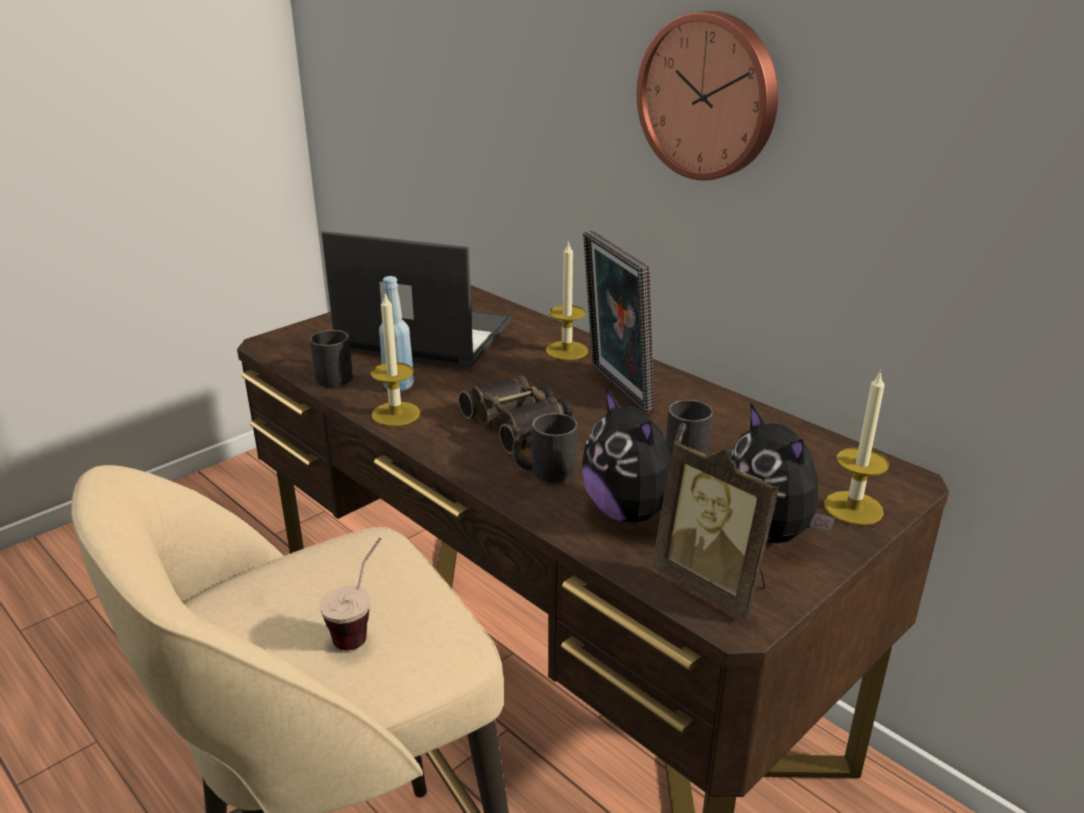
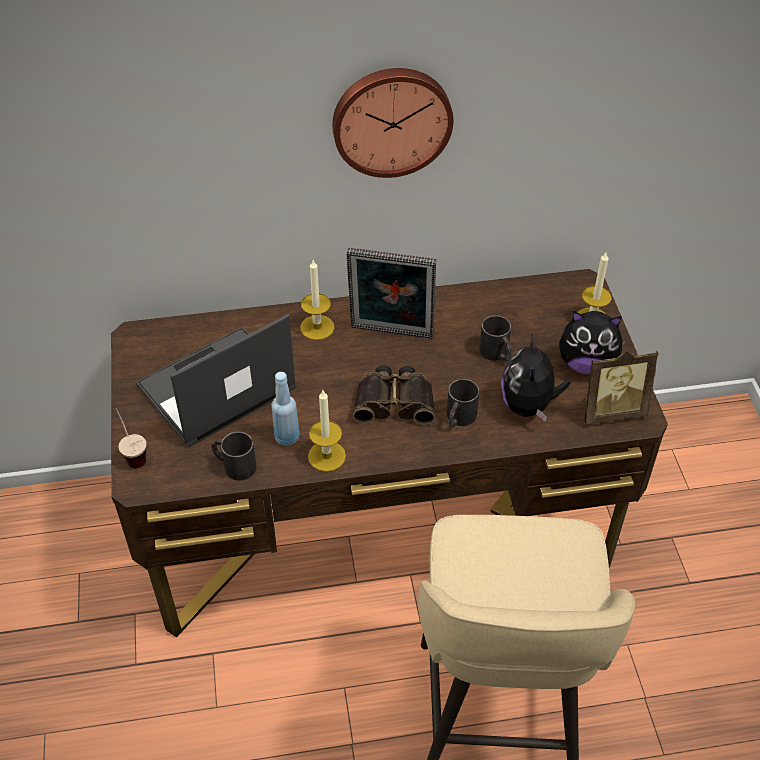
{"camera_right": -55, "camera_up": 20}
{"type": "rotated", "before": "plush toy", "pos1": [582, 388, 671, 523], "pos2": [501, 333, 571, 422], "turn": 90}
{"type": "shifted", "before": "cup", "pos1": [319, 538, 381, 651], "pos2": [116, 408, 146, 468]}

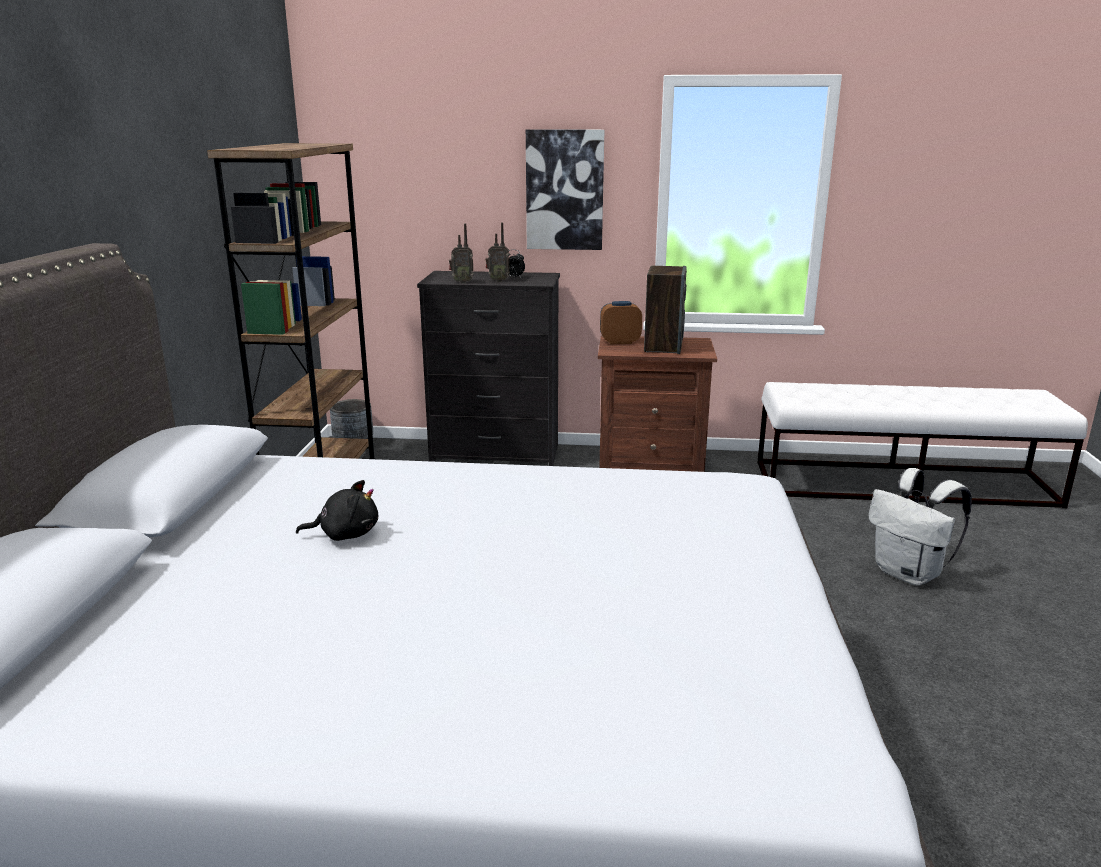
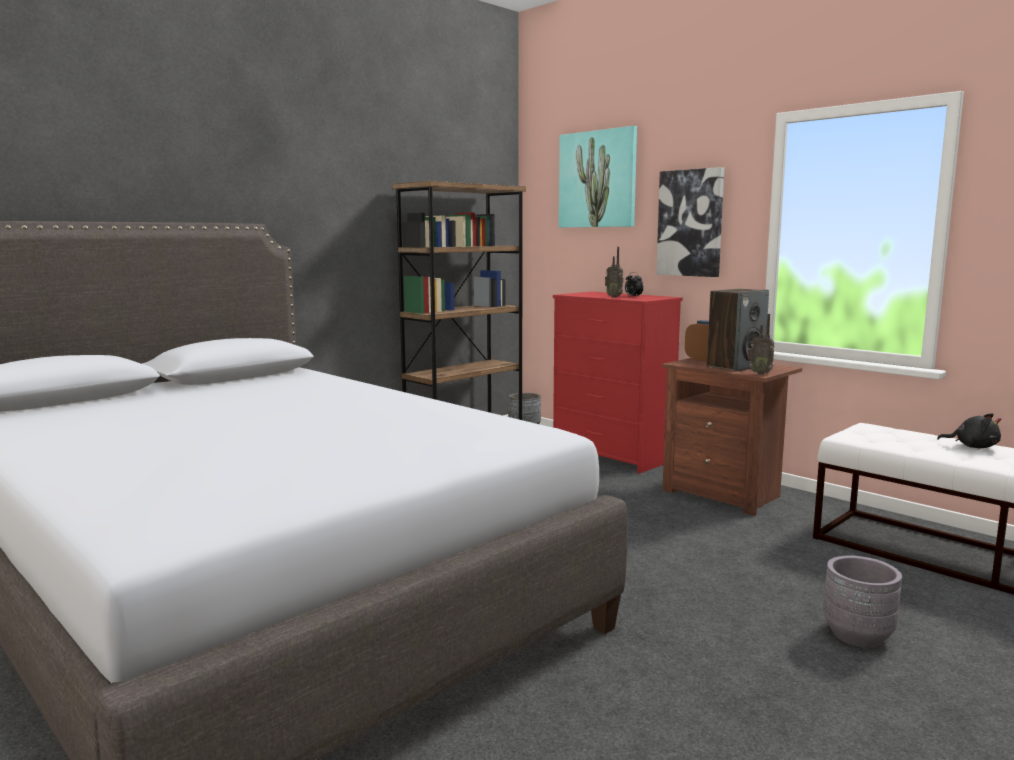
{"camera_right": 40, "camera_up": -10}
{"type": "shifted", "before": "radio", "pos1": [449, 224, 474, 284], "pos2": [748, 314, 775, 375]}
{"type": "repainted", "before": "dresser (black)", "after": "dresser (red)", "pos1": [417, 271, 560, 466], "pos2": [553, 292, 683, 474]}
{"type": "swapped", "before": "backpack (white)", "after": "planter (grey)", "pos1": [868, 468, 972, 586], "pos2": [823, 555, 902, 647]}
{"type": "shifted", "before": "plush toy (black)", "pos1": [296, 480, 378, 541], "pos2": [937, 413, 1001, 448]}
{"type": "new", "after": "picture", "pos2": [559, 126, 637, 227]}

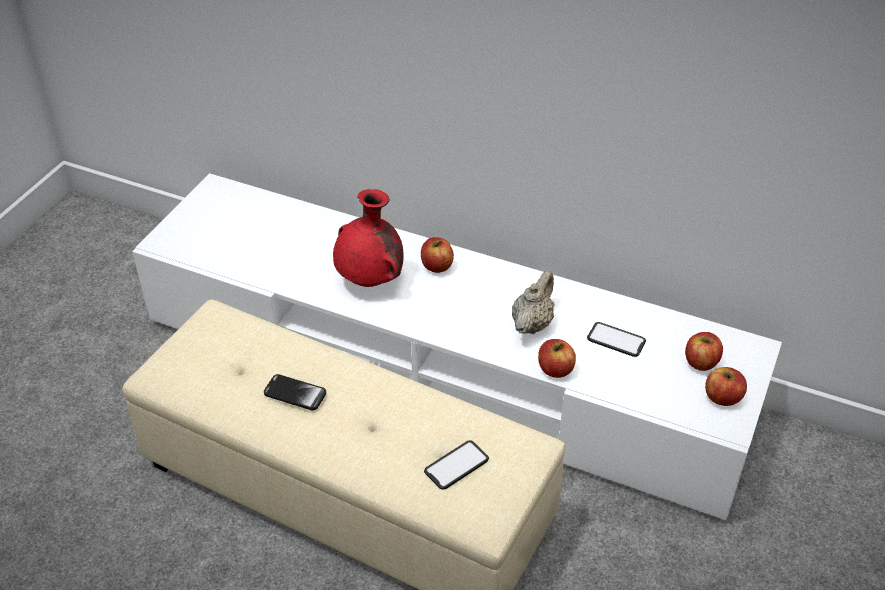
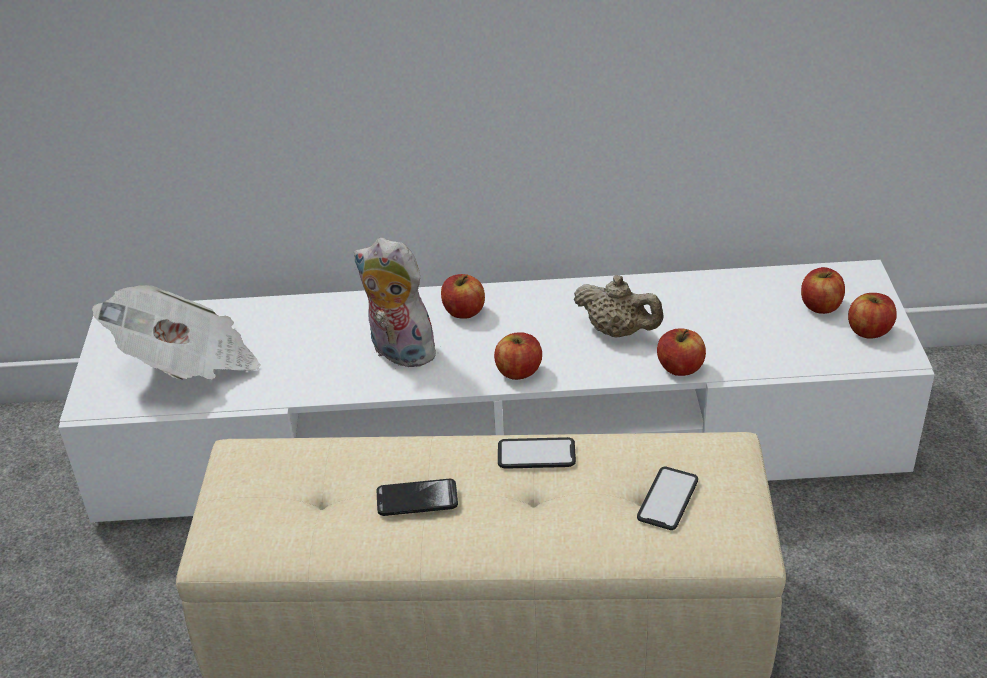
{"camera_right": -25, "camera_up": -5}
{"type": "swapped", "before": "vase (red)", "after": "plush toy", "pos1": [333, 189, 404, 287], "pos2": [354, 238, 444, 369]}
{"type": "rotated", "before": "teapot (beige)", "pos1": [512, 271, 555, 334], "pos2": [573, 275, 663, 337], "turn": 120}
{"type": "shifted", "before": "phone", "pos1": [587, 322, 646, 357], "pos2": [498, 437, 576, 469]}
{"type": "new", "after": "newspaper", "pos2": [92, 285, 261, 380]}
{"type": "new", "after": "apple", "pos2": [494, 333, 542, 380]}

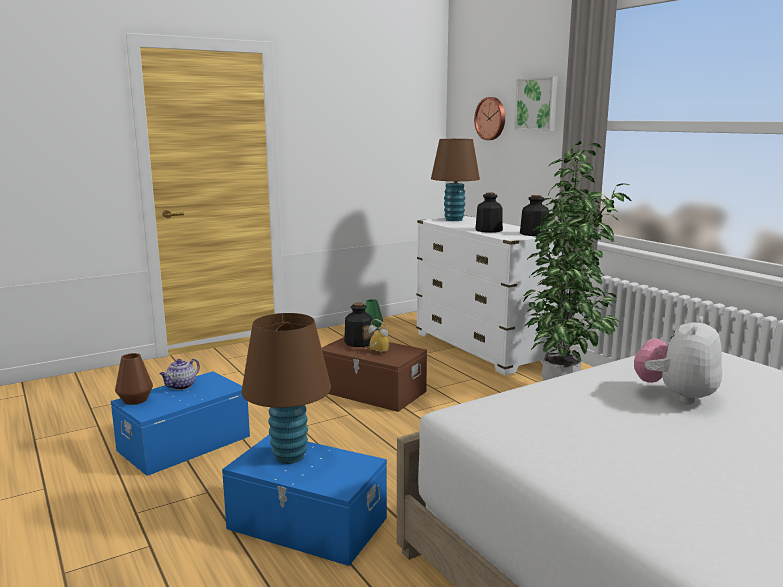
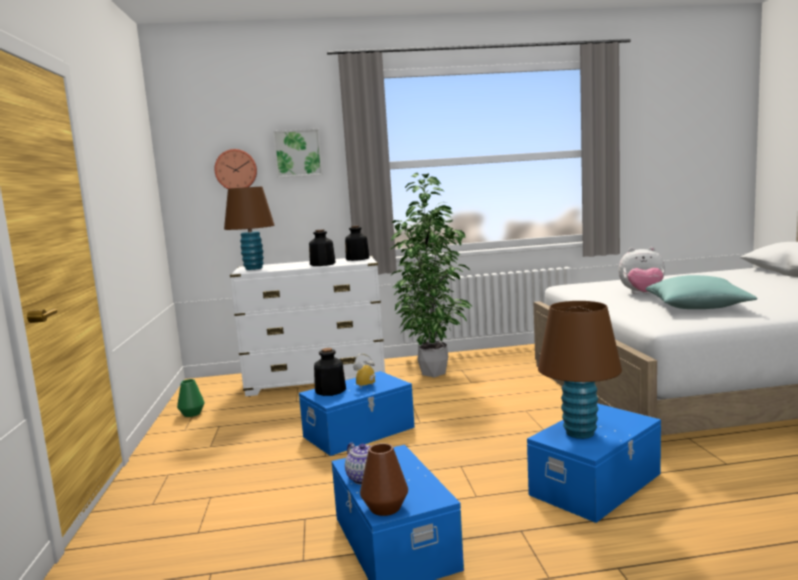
{"camera_right": -65, "camera_up": -5}
{"type": "rotated", "before": "plush toy", "pos1": [634, 316, 722, 404], "pos2": [618, 247, 665, 294], "turn": -45}
{"type": "repainted", "before": "storage box (brown)", "after": "storage box (blue)", "pos1": [322, 337, 427, 412], "pos2": [299, 371, 415, 456]}
{"type": "new", "after": "pillow (turquoise)", "pos2": [645, 275, 757, 309]}

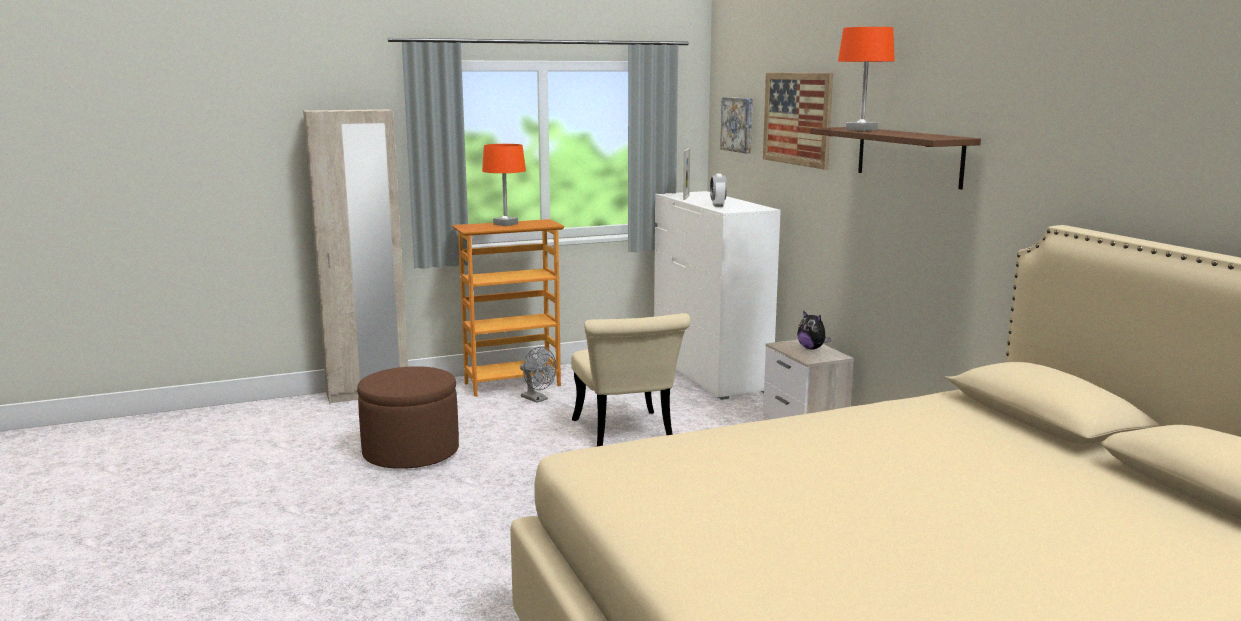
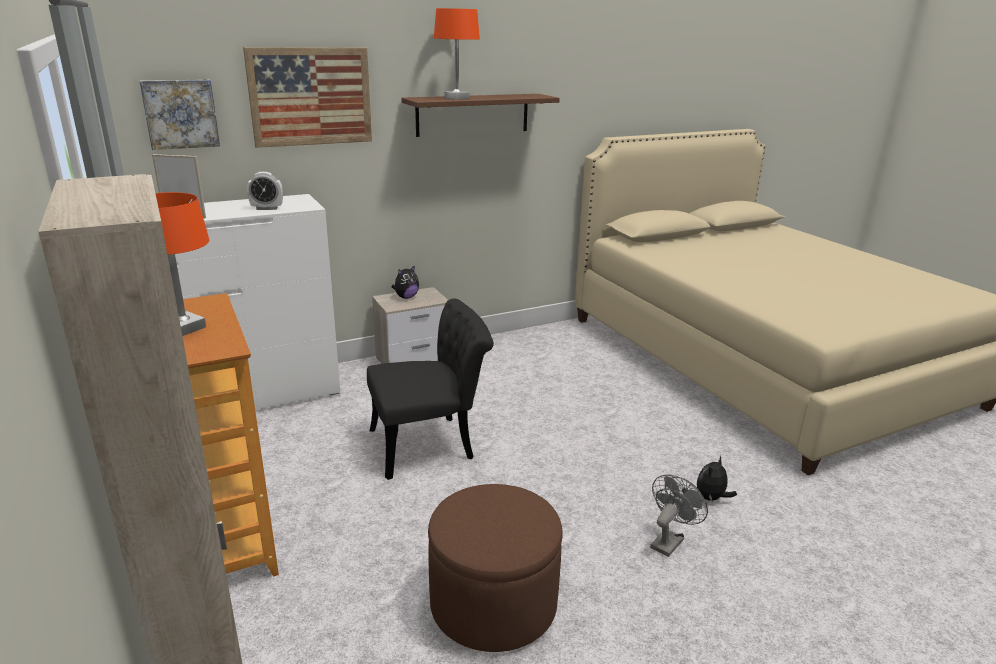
{"camera_right": -95, "camera_up": 10}
{"type": "repainted", "before": "chair (beige)", "after": "chair (black)", "pos1": [571, 313, 690, 446], "pos2": [367, 298, 494, 480]}
{"type": "shifted", "before": "fan (grey)", "pos1": [520, 347, 557, 403], "pos2": [650, 475, 708, 557]}
{"type": "new", "after": "plush toy", "pos2": [697, 456, 737, 502]}

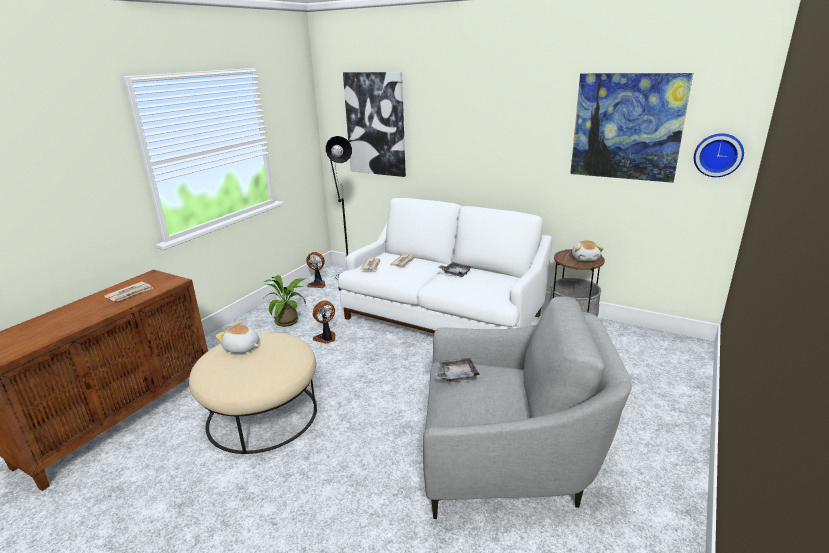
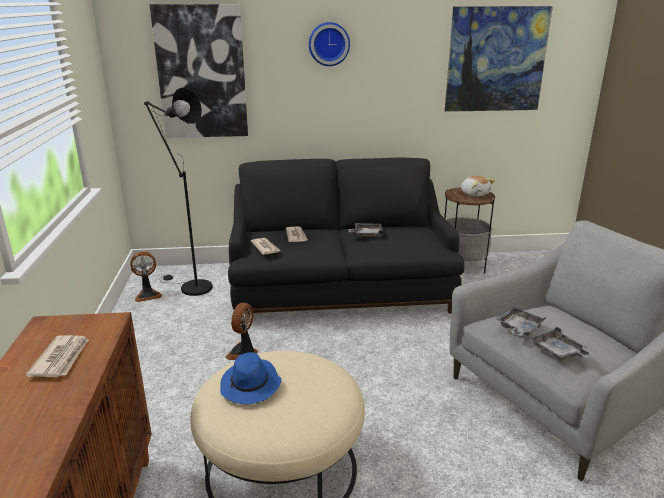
{"camera_right": -35, "camera_up": 0}
{"type": "shifted", "before": "wall clock", "pos1": [694, 133, 744, 177], "pos2": [309, 22, 350, 66]}
{"type": "repainted", "before": "sofa (white)", "after": "sofa (black)", "pos1": [338, 198, 552, 333], "pos2": [228, 157, 464, 314]}
{"type": "gone", "before": "potted plant", "pos1": [264, 275, 306, 327]}
{"type": "swapped", "before": "plush toy", "after": "hat (blue)", "pos1": [216, 321, 259, 353], "pos2": [220, 352, 281, 404]}
{"type": "new", "after": "tray (grey)", "pos2": [530, 327, 594, 361]}

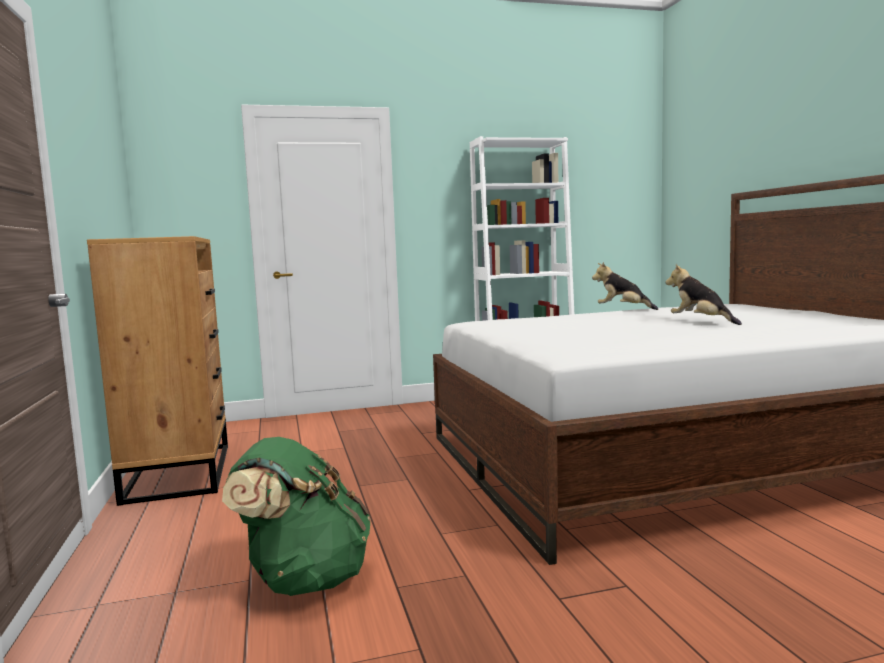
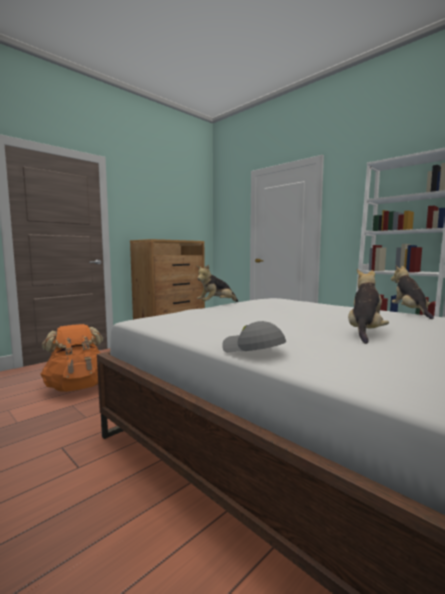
{"camera_right": 60, "camera_up": 0}
{"type": "repainted", "before": "backpack (green)", "after": "backpack (orange)", "pos1": [222, 437, 371, 596], "pos2": [41, 324, 103, 392]}
{"type": "new", "after": "plush toy", "pos2": [197, 264, 238, 302]}
{"type": "new", "after": "cap (grey)", "pos2": [222, 321, 286, 352]}

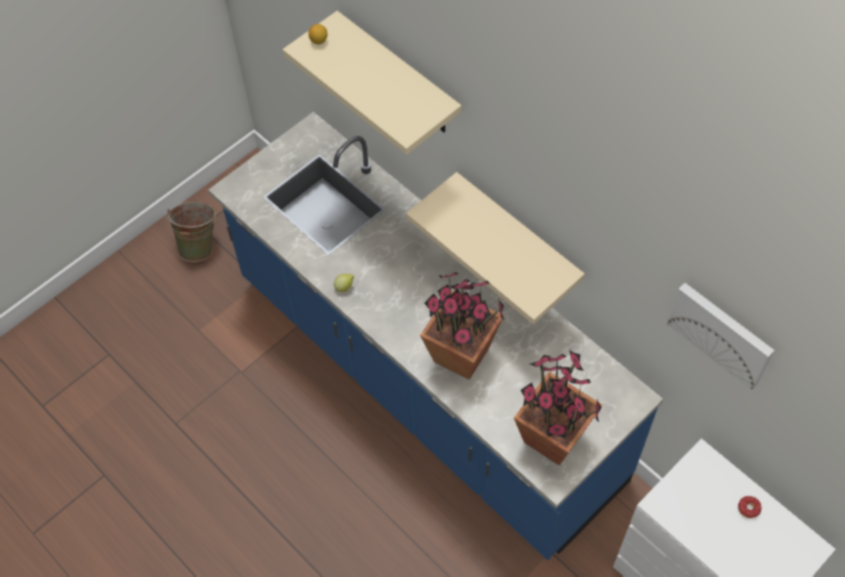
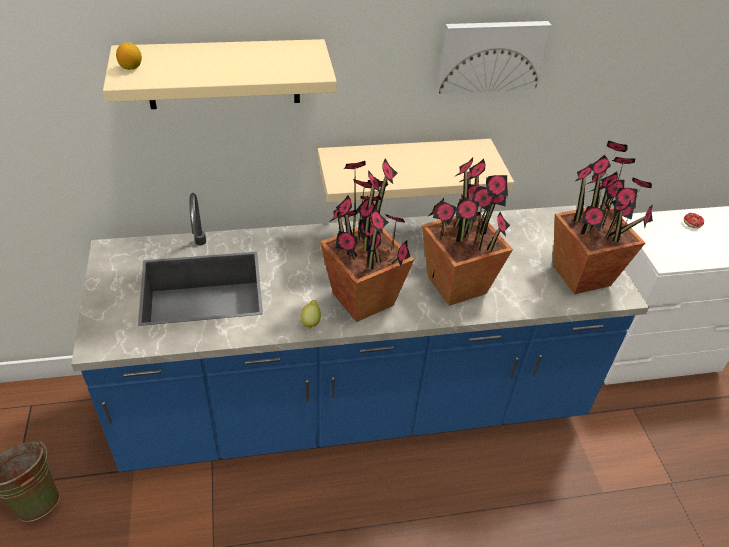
{"camera_right": -60, "camera_up": -15}
{"type": "shifted", "before": "picture", "pos1": [667, 283, 775, 390], "pos2": [437, 21, 552, 94]}
{"type": "new", "after": "potted plant", "pos2": [320, 158, 415, 322]}

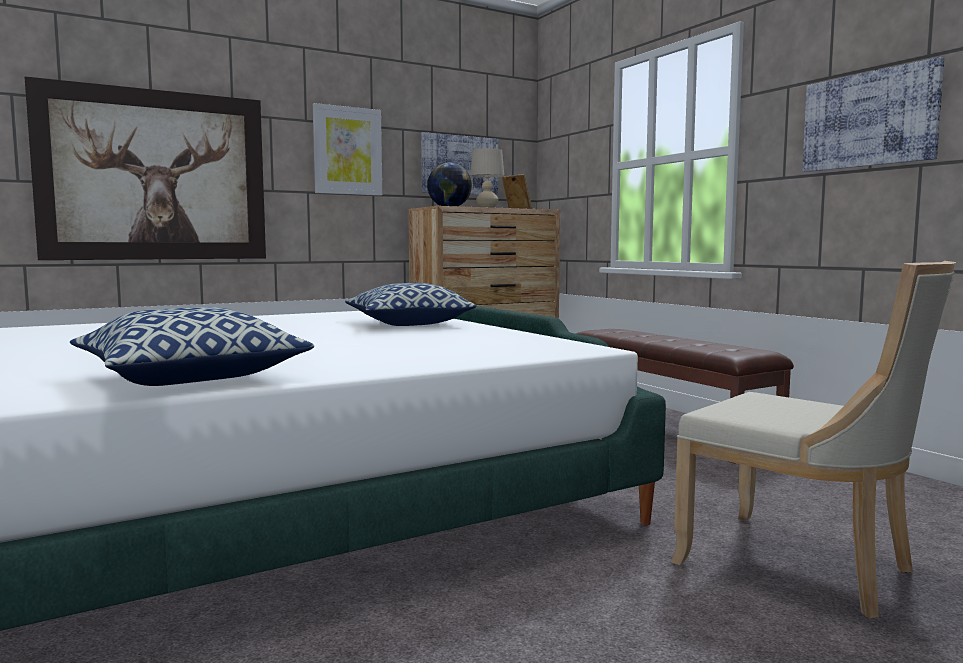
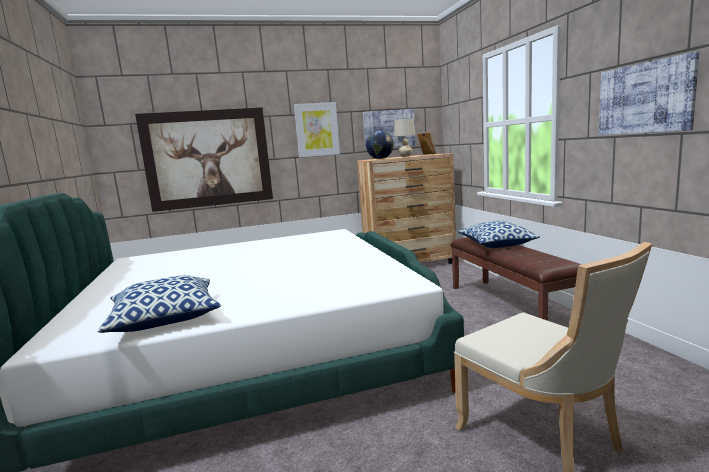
{"camera_right": 15, "camera_up": 5}
{"type": "shifted", "before": "pillow", "pos1": [345, 283, 476, 326], "pos2": [458, 221, 540, 248]}

